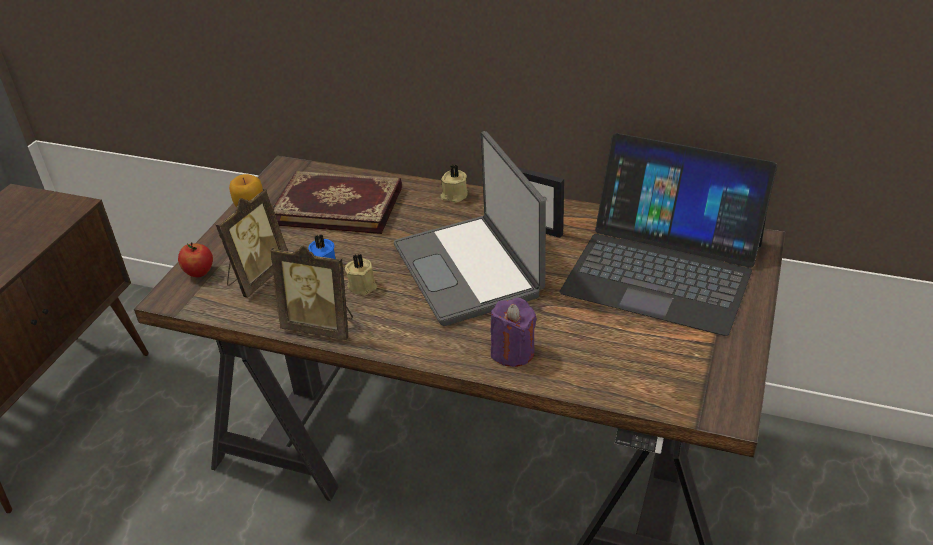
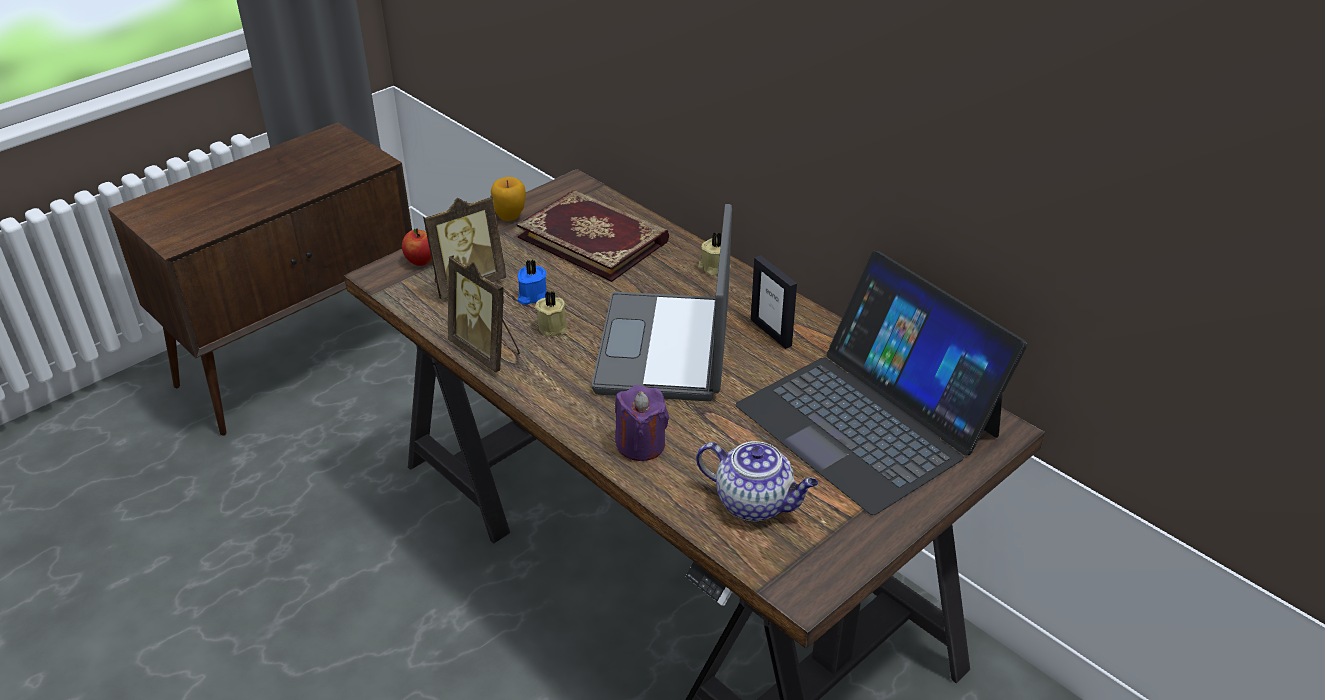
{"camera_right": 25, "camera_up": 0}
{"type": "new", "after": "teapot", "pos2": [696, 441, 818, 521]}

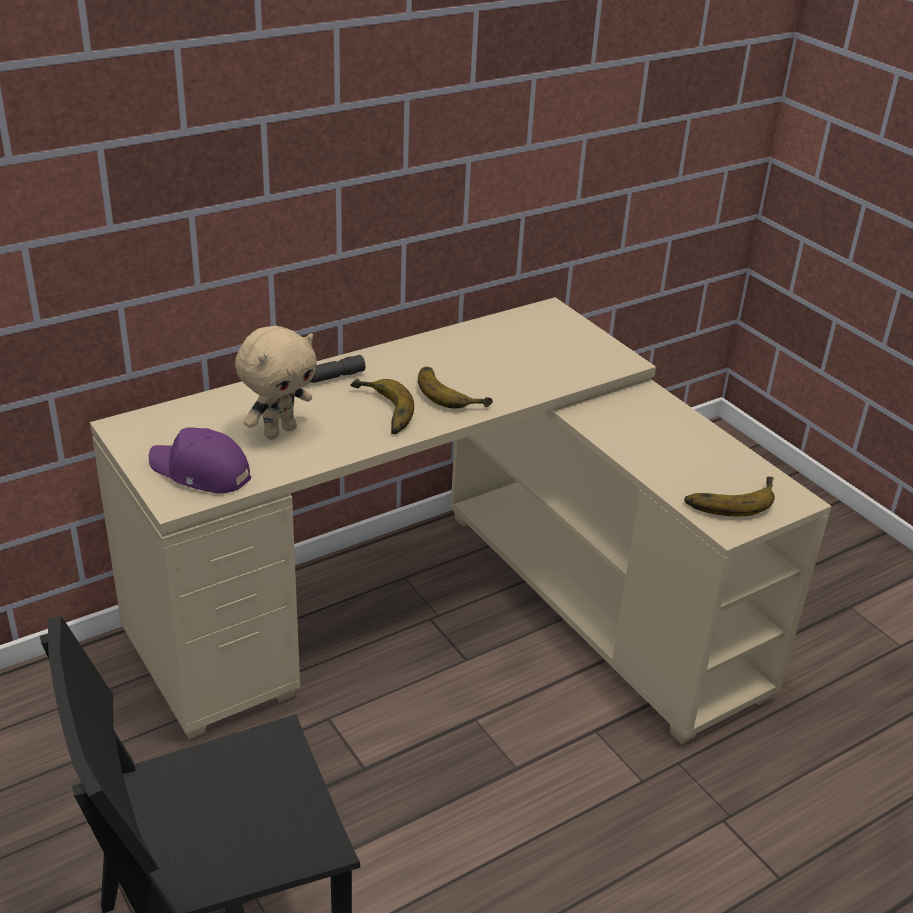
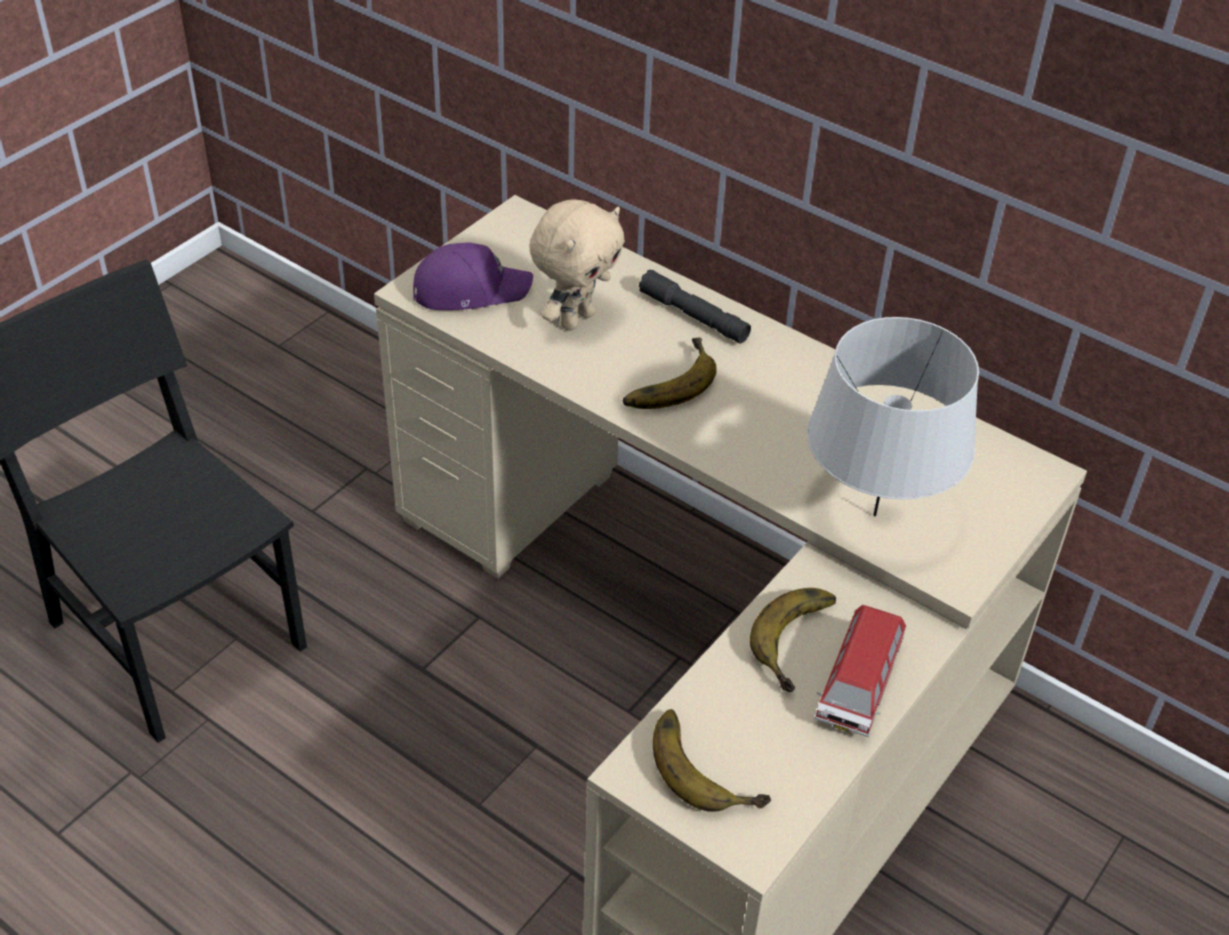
{"camera_right": 70, "camera_up": 10}
{"type": "rotated", "before": "plush toy (beige)", "pos1": [235, 326, 317, 440], "pos2": [529, 199, 625, 331], "turn": -75}
{"type": "shifted", "before": "banana", "pos1": [418, 367, 493, 408], "pos2": [750, 588, 836, 692]}
{"type": "rotated", "before": "cap (purple)", "pos1": [149, 427, 251, 493], "pos2": [413, 242, 533, 310], "turn": 75}
{"type": "new", "after": "table lamp (grey)", "pos2": [807, 317, 979, 516]}
{"type": "new", "after": "toy car", "pos2": [814, 605, 906, 737]}

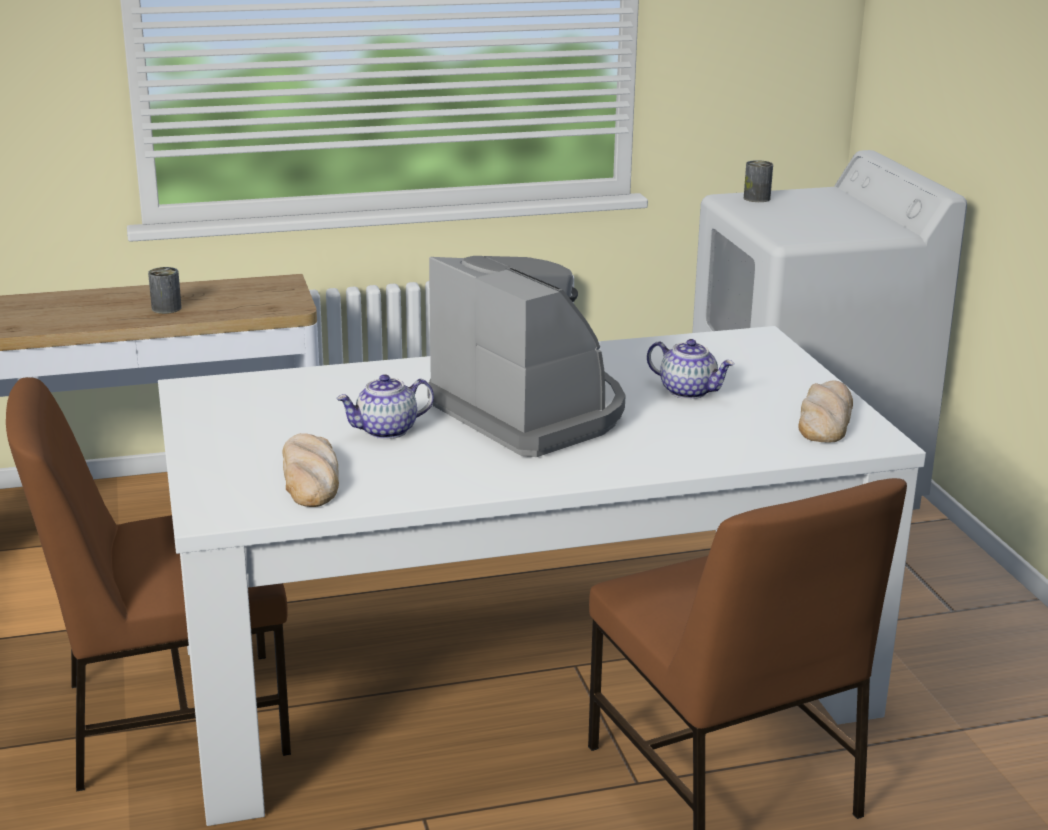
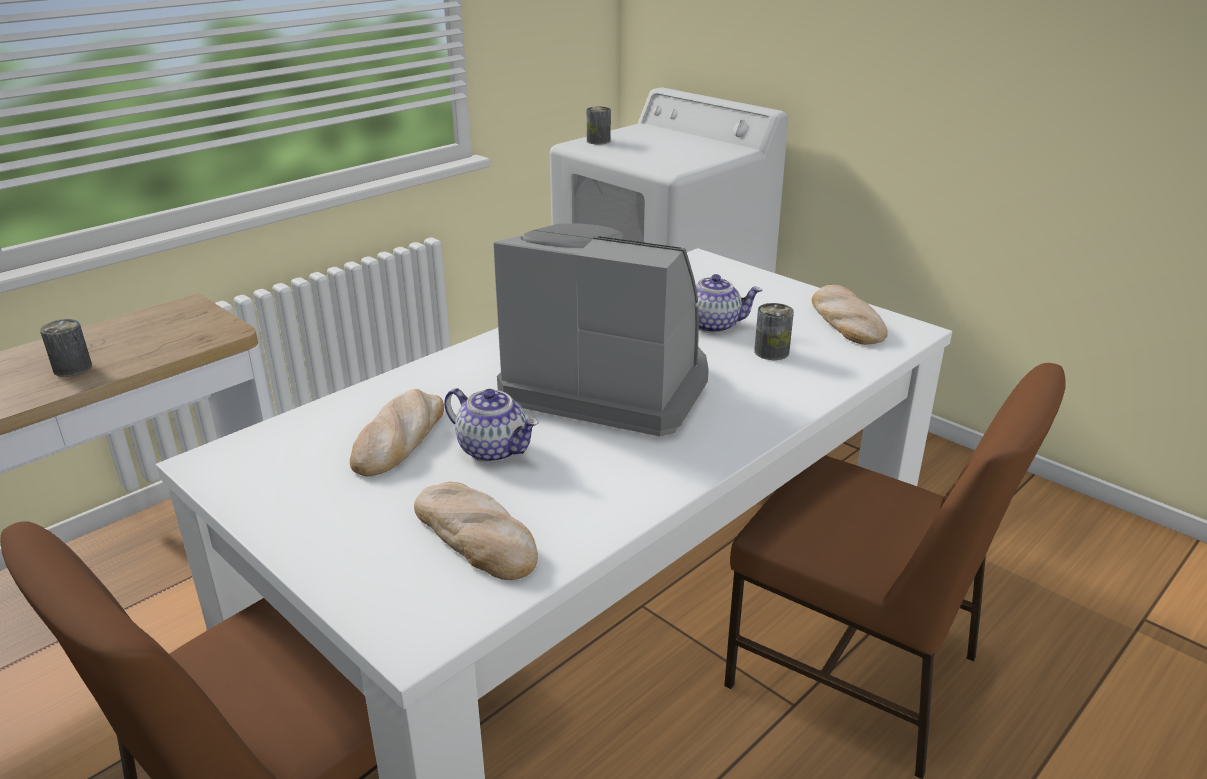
{"camera_right": -30, "camera_up": 5}
{"type": "rotated", "before": "teapot", "pos1": [336, 374, 434, 439], "pos2": [444, 388, 539, 462], "turn": -90}
{"type": "new", "after": "can", "pos2": [754, 303, 794, 360]}
{"type": "new", "after": "bread", "pos2": [350, 389, 444, 476]}

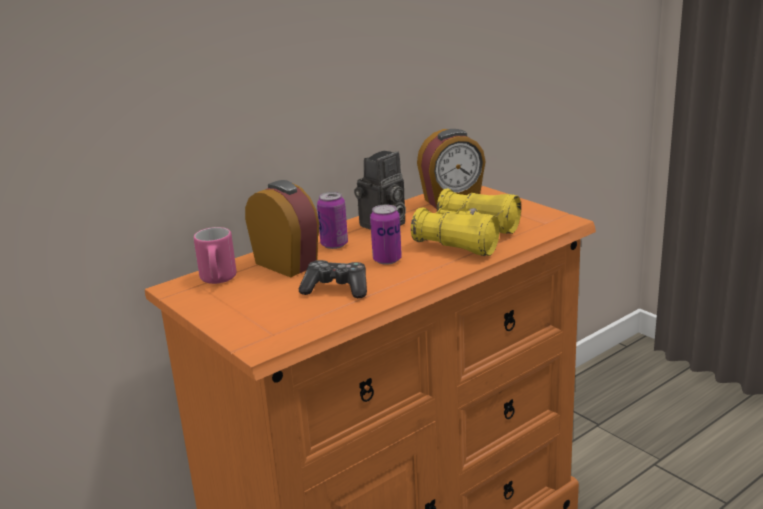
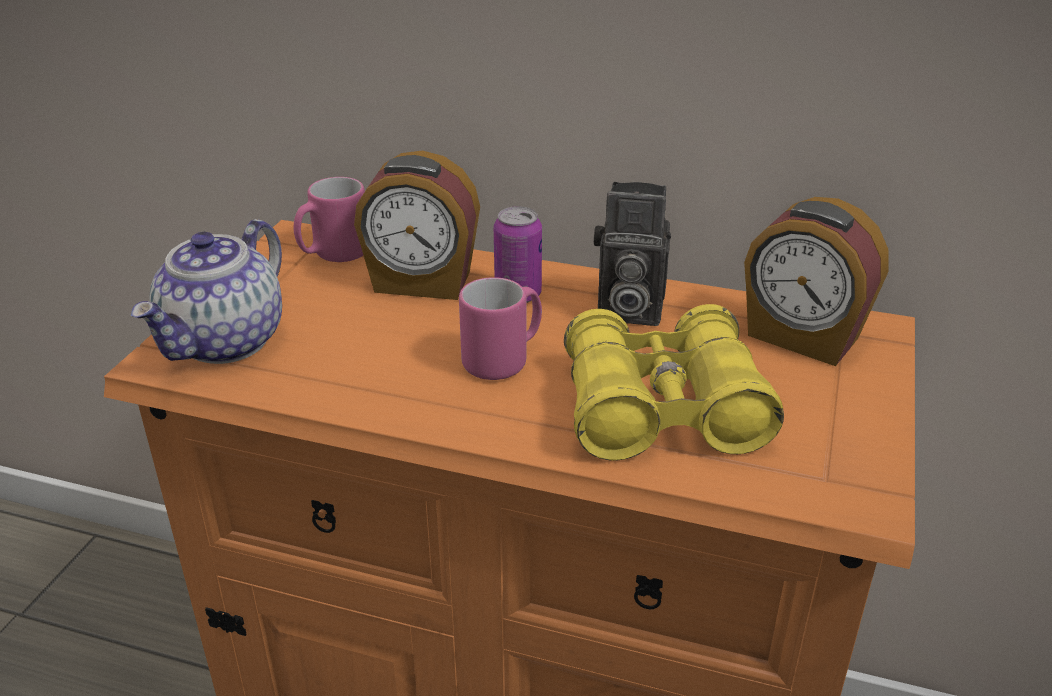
{"camera_right": 55, "camera_up": 10}
{"type": "rotated", "before": "alarm clock", "pos1": [245, 180, 319, 278], "pos2": [354, 151, 480, 300], "turn": 90}
{"type": "swapped", "before": "can", "after": "mug (pink)", "pos1": [370, 205, 402, 265], "pos2": [459, 277, 542, 380]}
{"type": "gone", "before": "game controller", "pos1": [299, 260, 367, 298]}
{"type": "new", "after": "teapot", "pos2": [131, 219, 282, 364]}

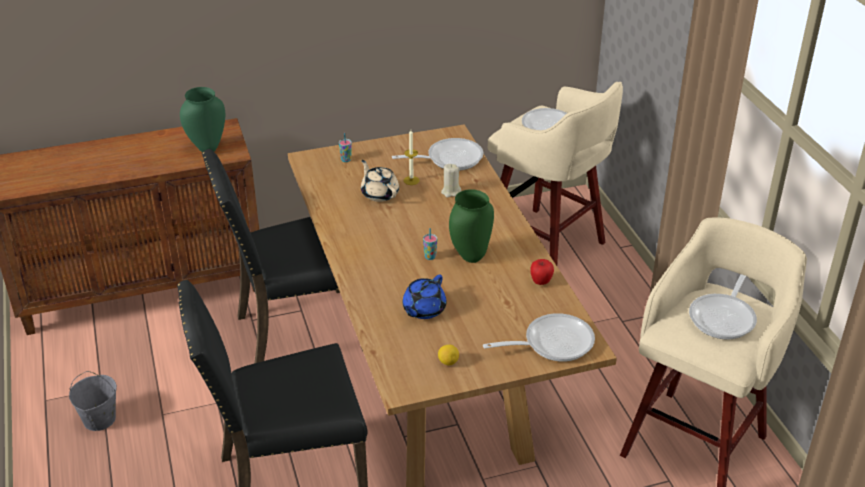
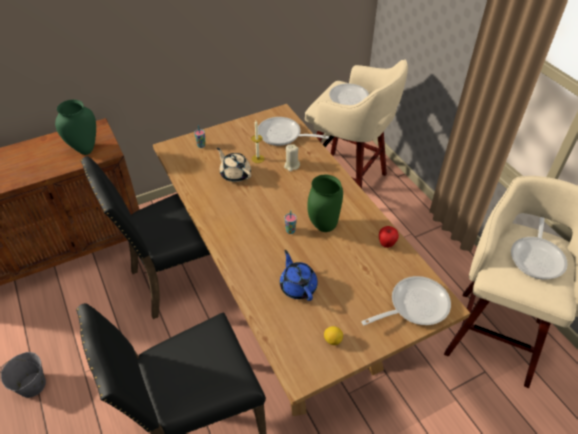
{"camera_right": -10, "camera_up": 10}
{"type": "rotated", "before": "frying pan", "pos1": [392, 138, 483, 171], "pos2": [258, 117, 329, 146], "turn": -135}
{"type": "rotated", "before": "teapot (blue)", "pos1": [403, 275, 447, 319], "pos2": [280, 250, 318, 301], "turn": 135}

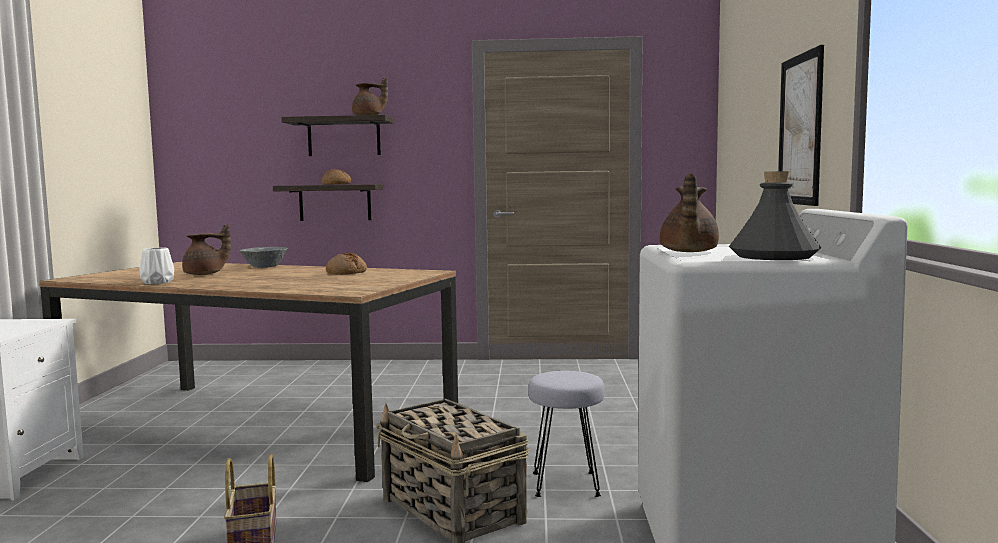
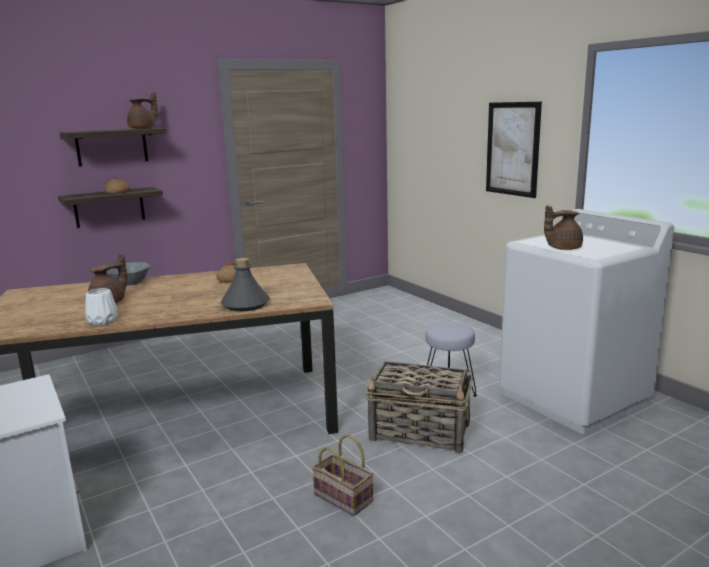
{"camera_right": -35, "camera_up": 10}
{"type": "shifted", "before": "bottle (grey)", "pos1": [729, 171, 821, 260], "pos2": [221, 258, 270, 311]}
{"type": "rotated", "before": "teapot (brown)", "pos1": [660, 173, 719, 252], "pos2": [544, 205, 583, 250], "turn": 90}

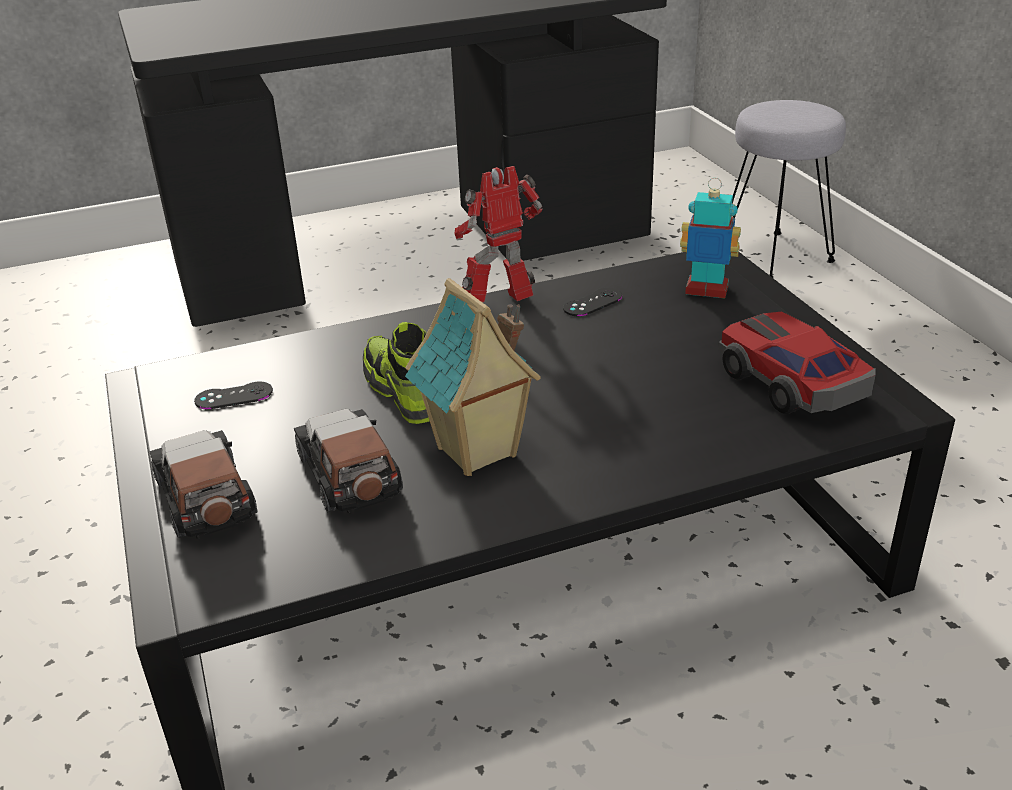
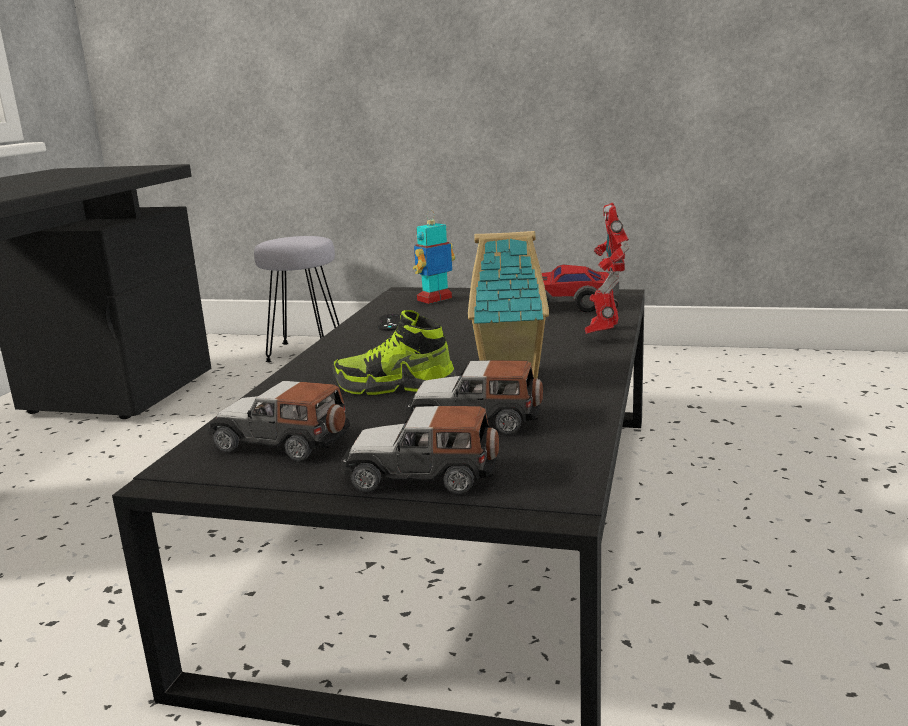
{"camera_right": -55, "camera_up": -15}
{"type": "shifted", "before": "toy robot", "pos1": [454, 166, 542, 302], "pos2": [585, 203, 629, 334]}
{"type": "swapped", "before": "game controller (black)", "after": "toy car", "pos1": [194, 381, 273, 409], "pos2": [207, 381, 350, 461]}

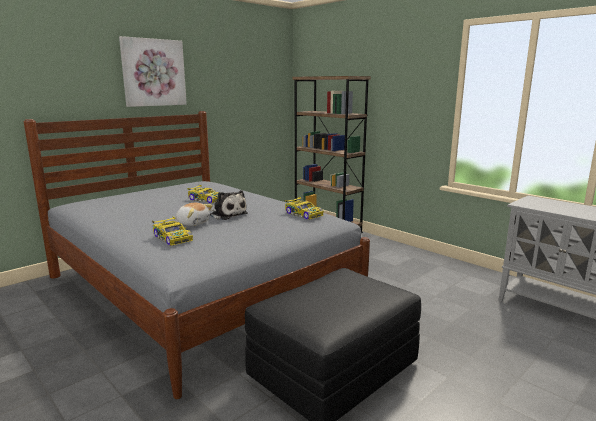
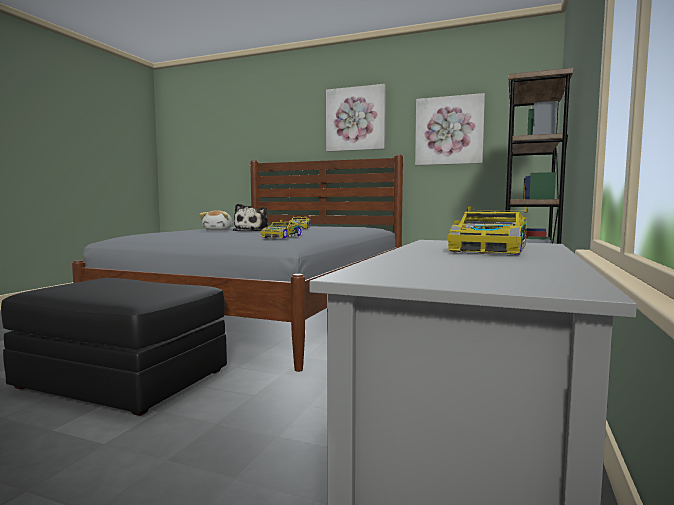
{"camera_right": 65, "camera_up": -10}
{"type": "shifted", "before": "toy car", "pos1": [152, 216, 193, 246], "pos2": [448, 207, 527, 255]}
{"type": "new", "after": "picture", "pos2": [415, 93, 485, 165]}

